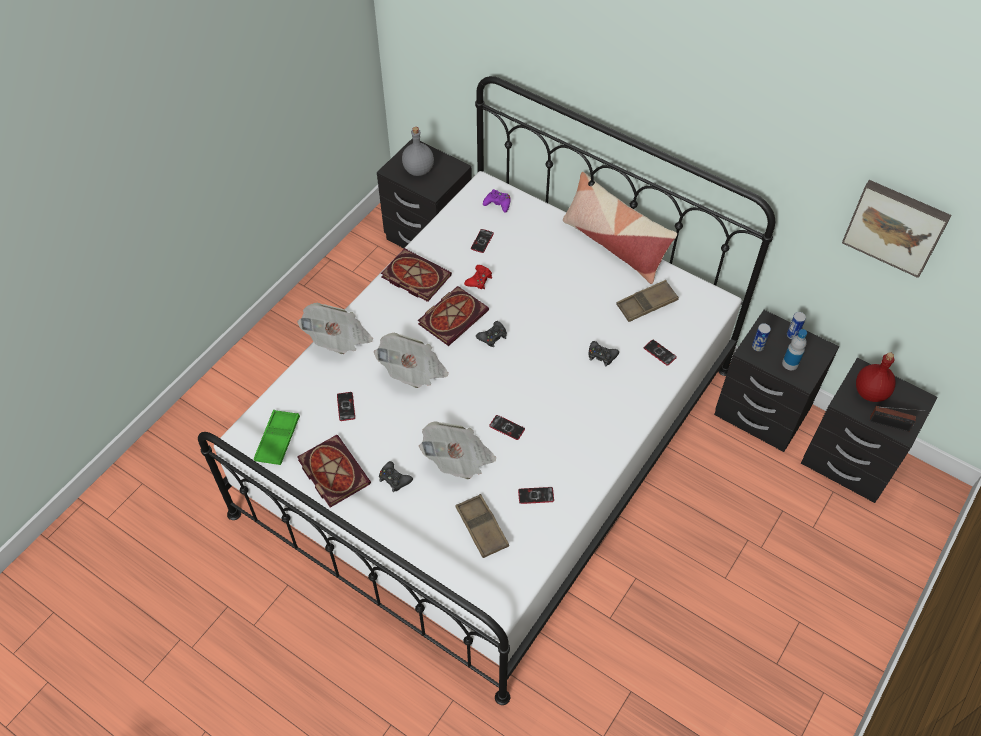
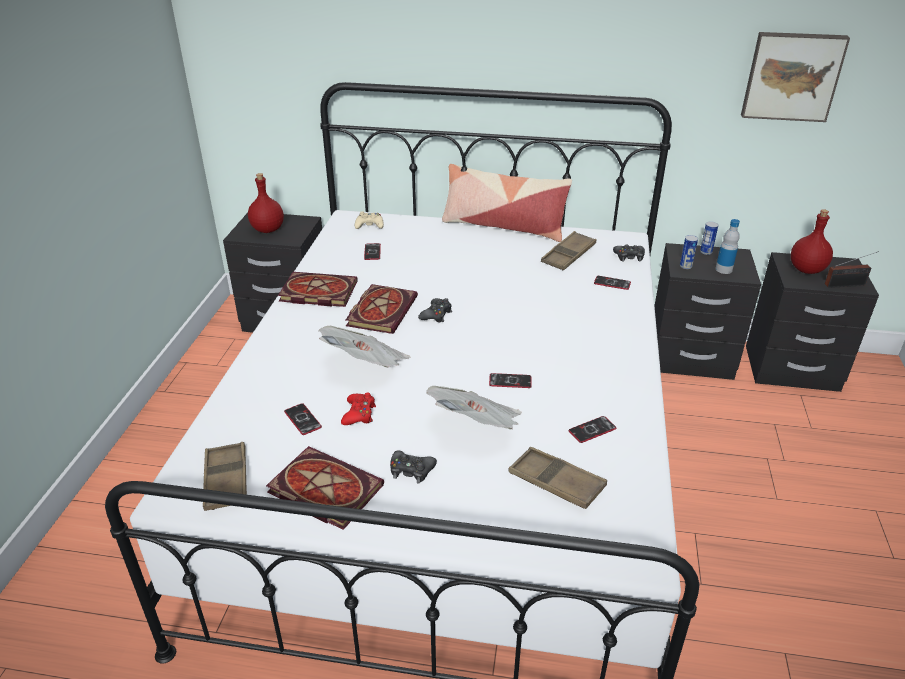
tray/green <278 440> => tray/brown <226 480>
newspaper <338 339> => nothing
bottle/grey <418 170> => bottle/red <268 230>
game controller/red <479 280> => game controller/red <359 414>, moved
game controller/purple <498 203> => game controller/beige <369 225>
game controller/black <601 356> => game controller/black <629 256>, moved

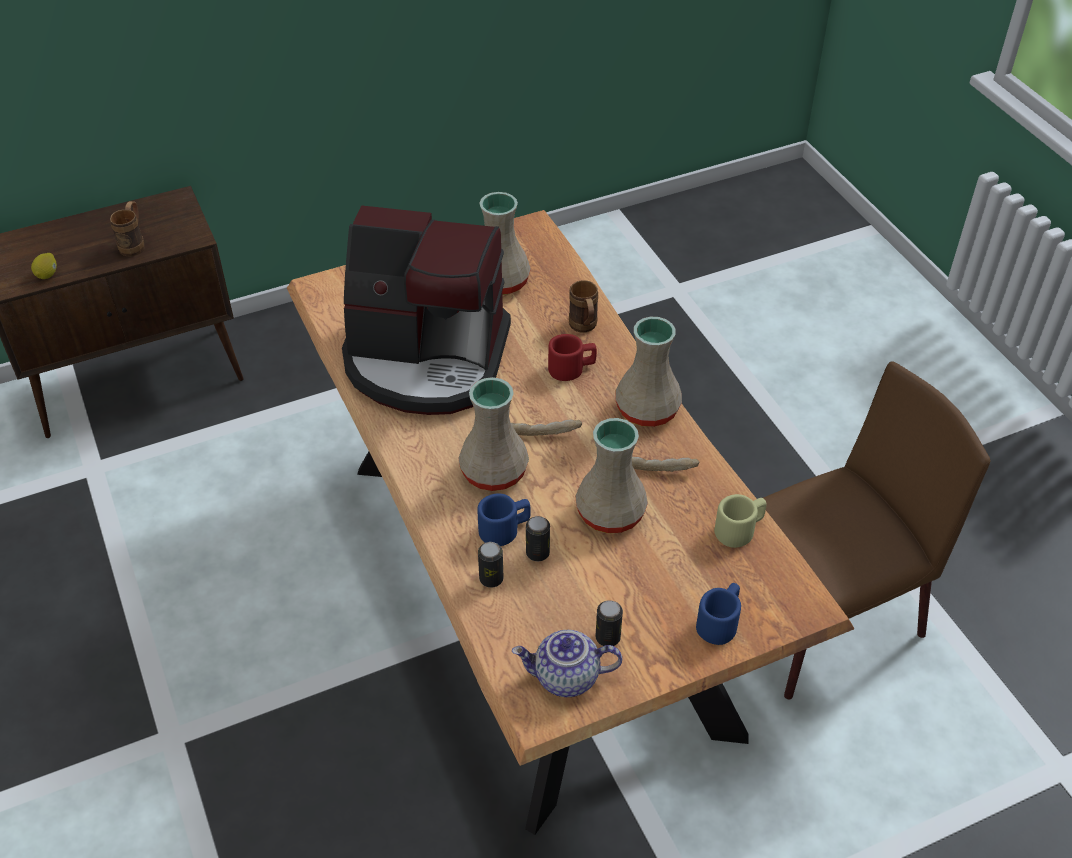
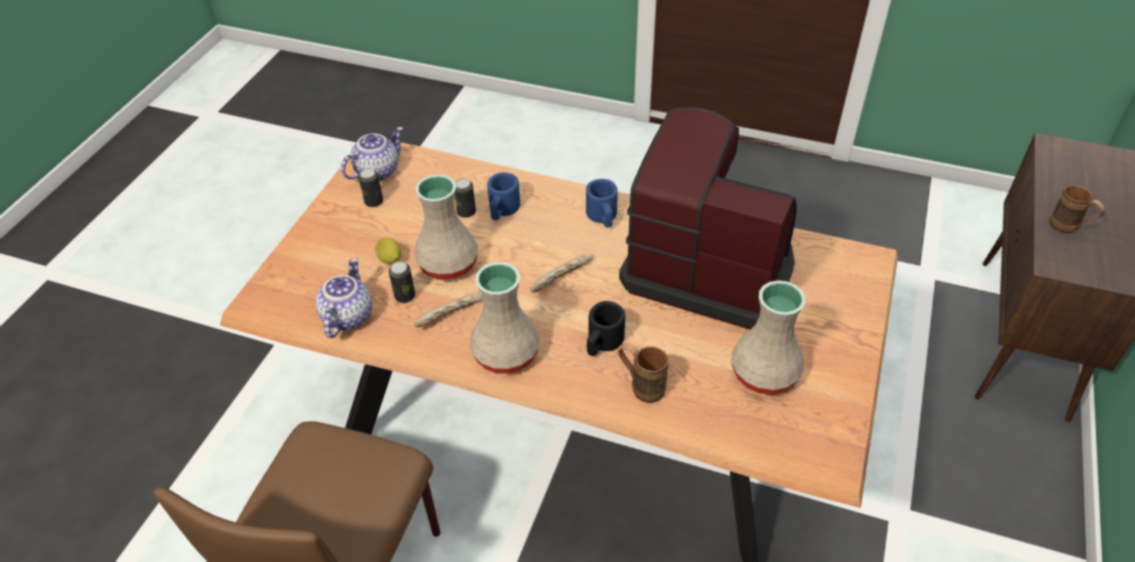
lemon <47 274> => lemon <390 260>, moved
coffee machine <426 360> => coffee machine <708 267>, 60 degrees clockwise
vase/beige <492 472> => nothing
can <491 579> => can <405 296>, moved
mug/red <572 368> => mug/black <602 342>
mug/blue <720 622> => mug/blue <603 217>, moved
mug/beige <740 529> => teapot <347 316>

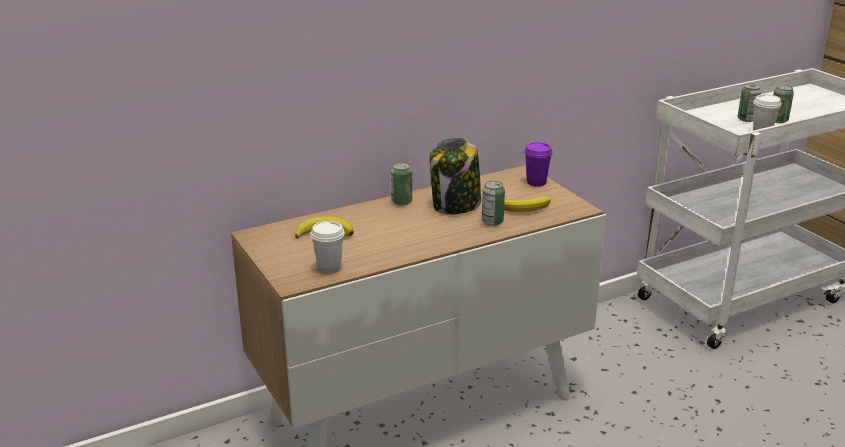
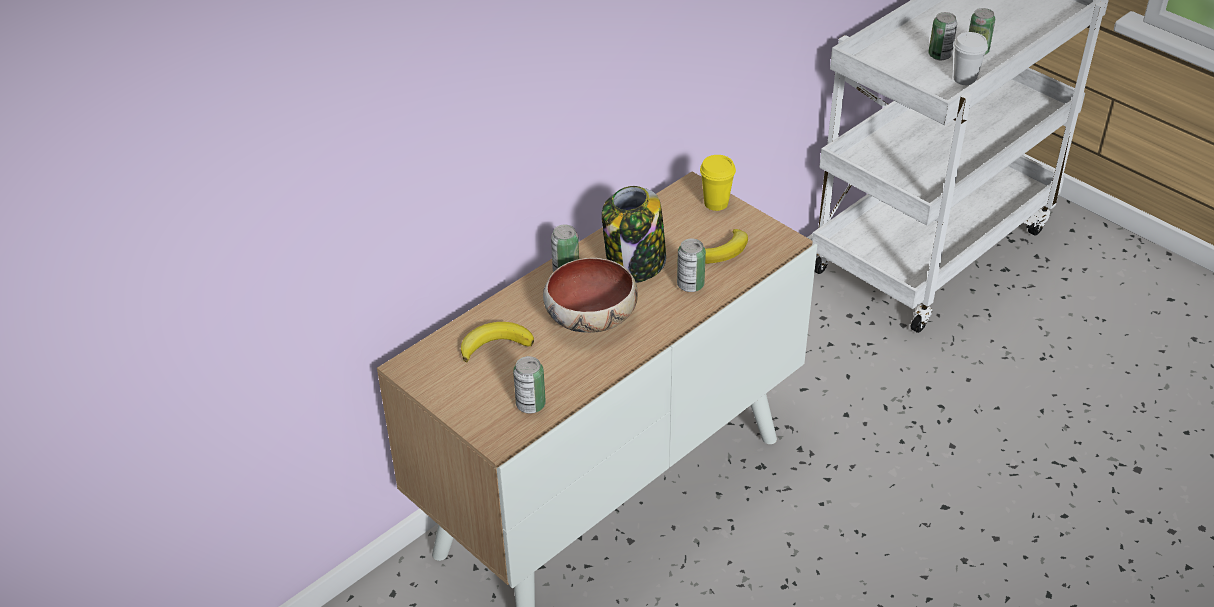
cup/white <329 268> => can <530 405>
cup/purple <536 182> => cup/yellow <716 203>
nothing => bowl <590 319>

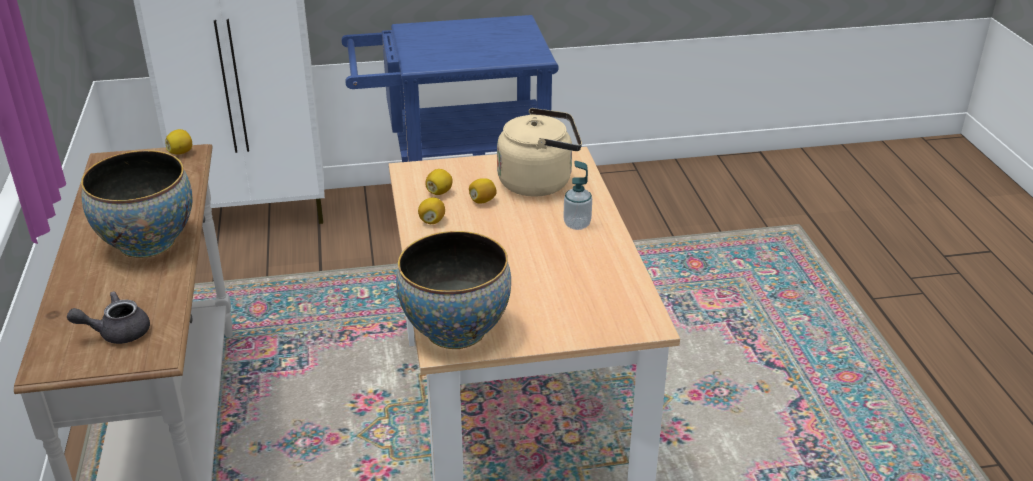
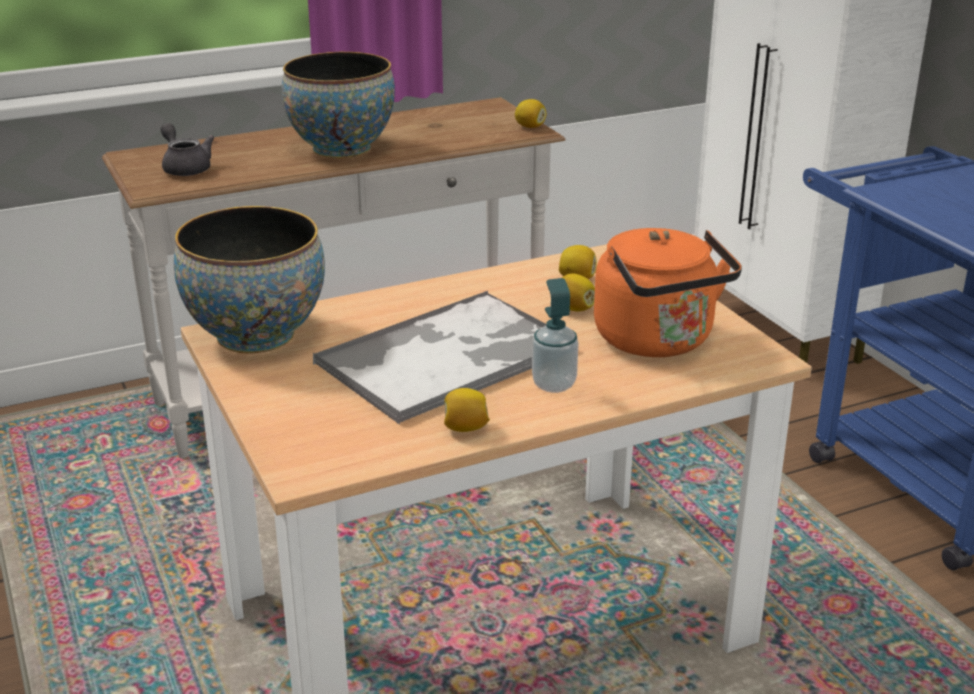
lemon <432 221> => lemon <465 428>, moved
kettle/beige <539 182> => kettle/orange <658 342>
nothing => tray <448 356>

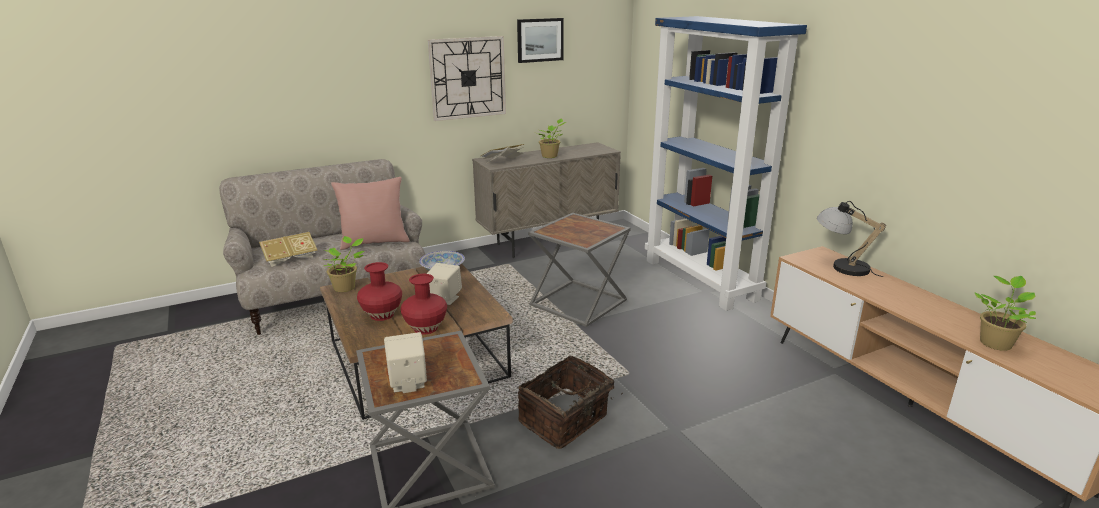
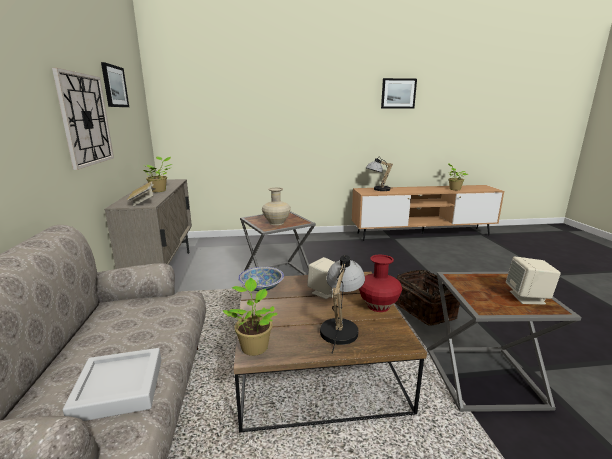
book <290 259> => tray/grey <119 389>
pillow/pink <374 242> => nothing
vase/red <381 315> => table lamp <341 326>
bookcase/blue <701 280> => nothing
nothing => vase/beige <276 223>
nothing => picture <398 93>

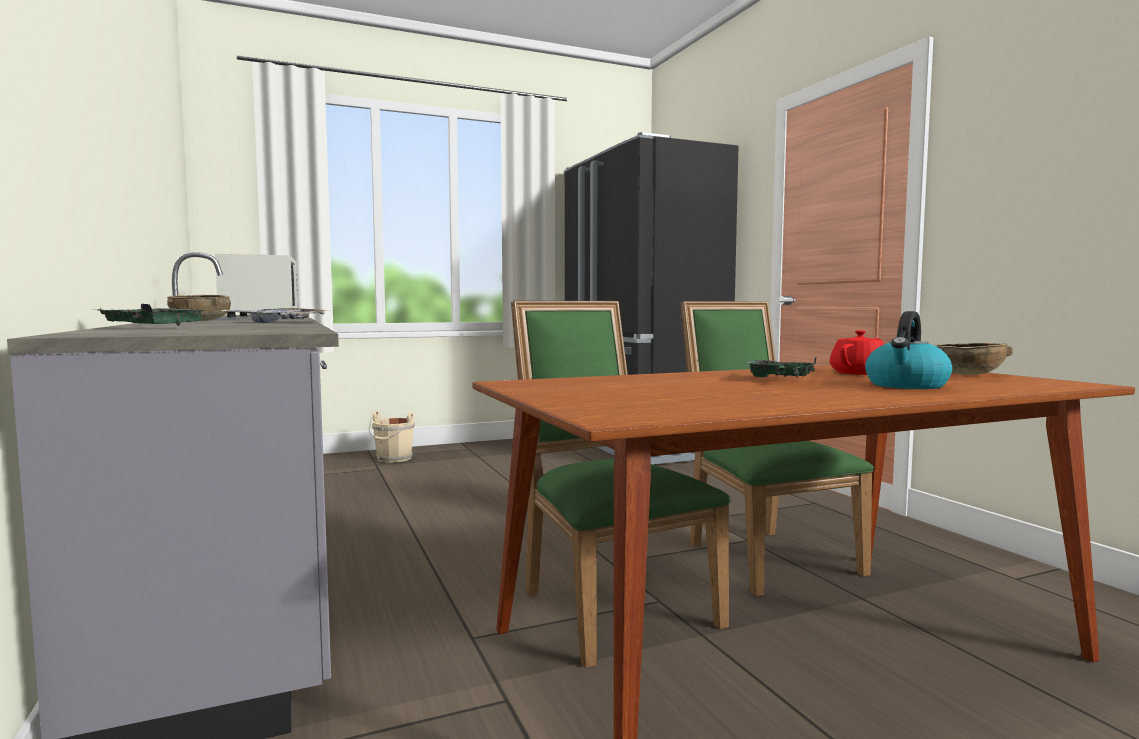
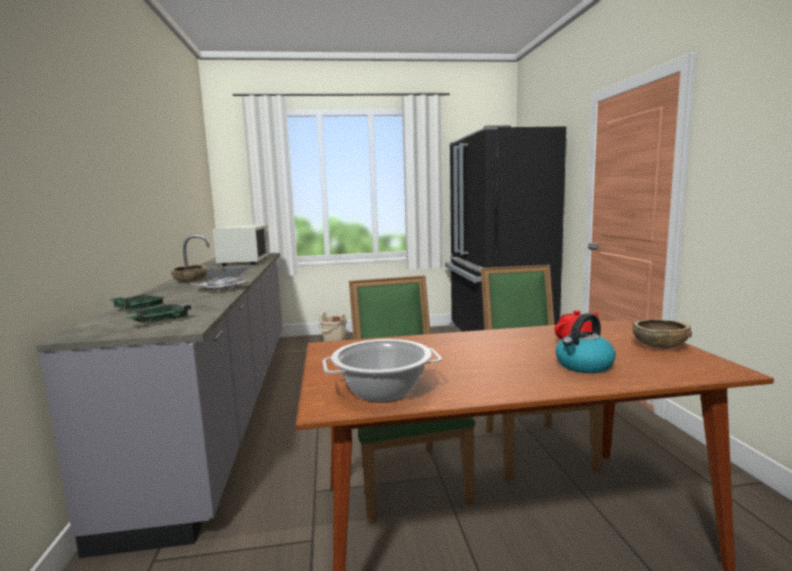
tray/green <780 379> => tray/green <159 321>, moved
nothing => cooking pot <383 391>

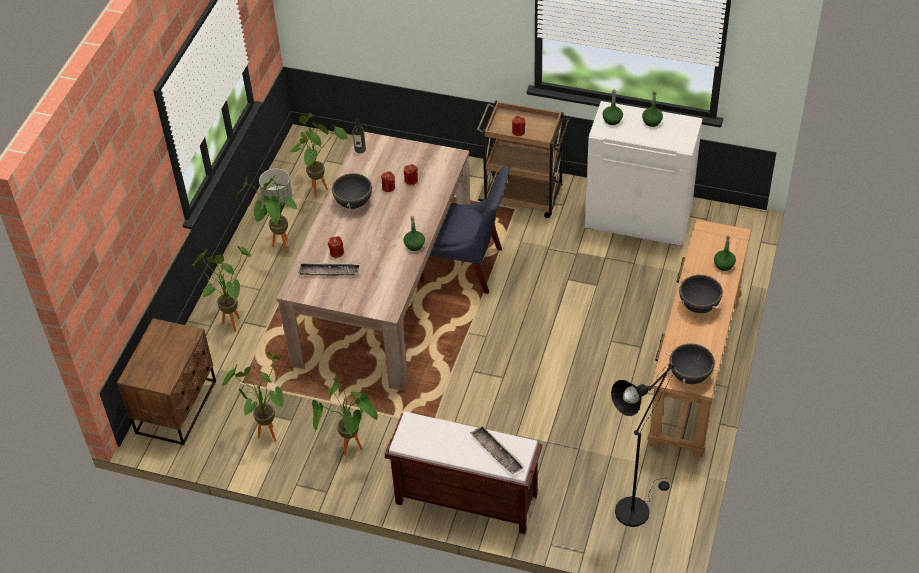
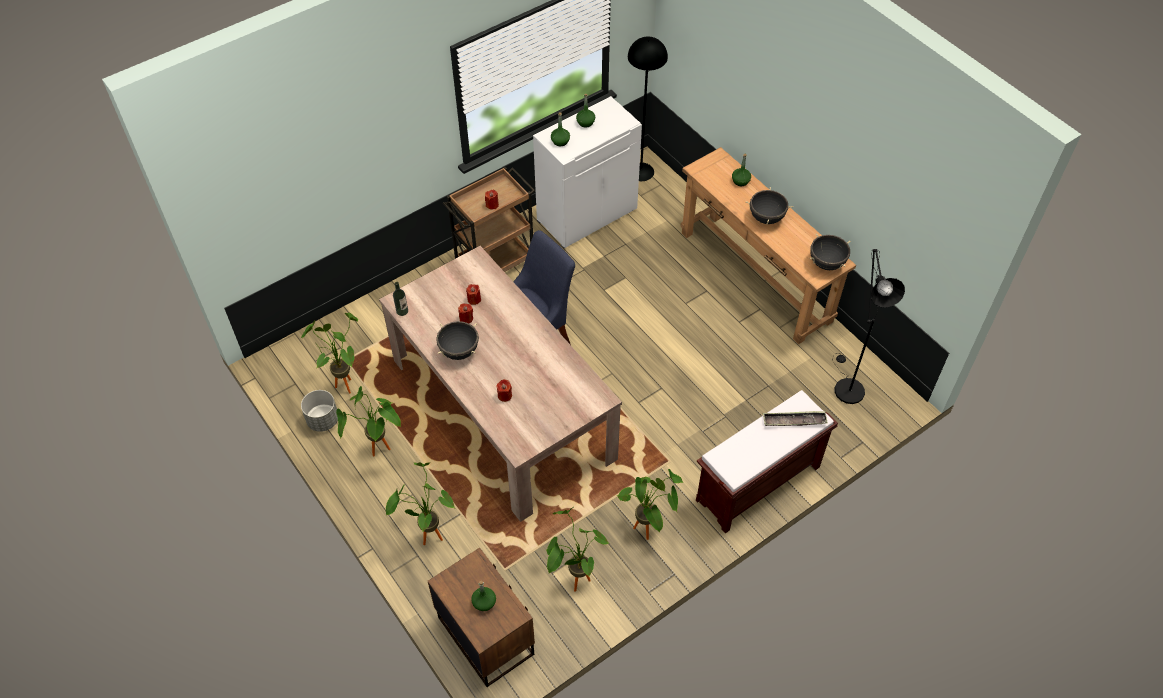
tray <329 271> => nothing
bottle/green <414 245> => bottle/green <484 602>, moved
nothing => floor lamp/black <641 171>

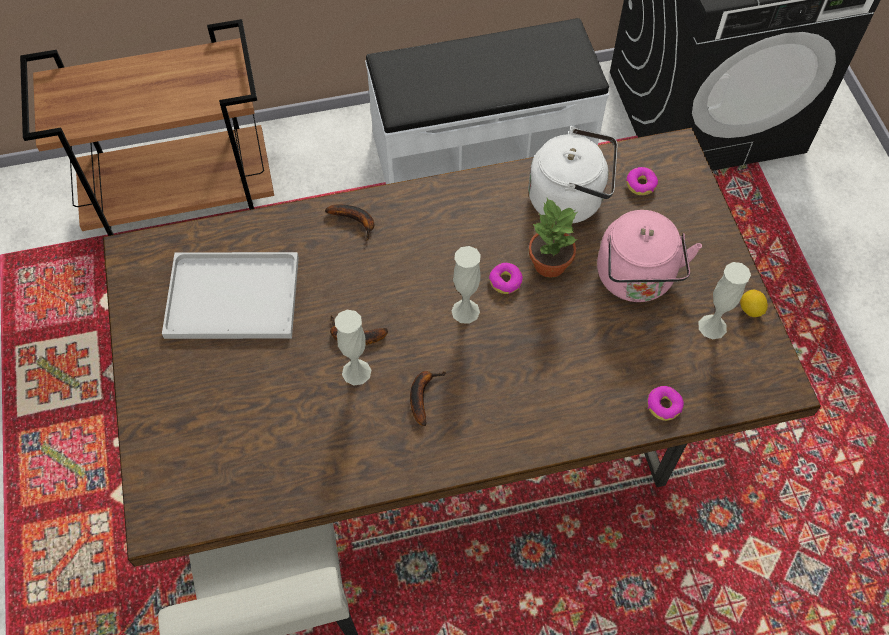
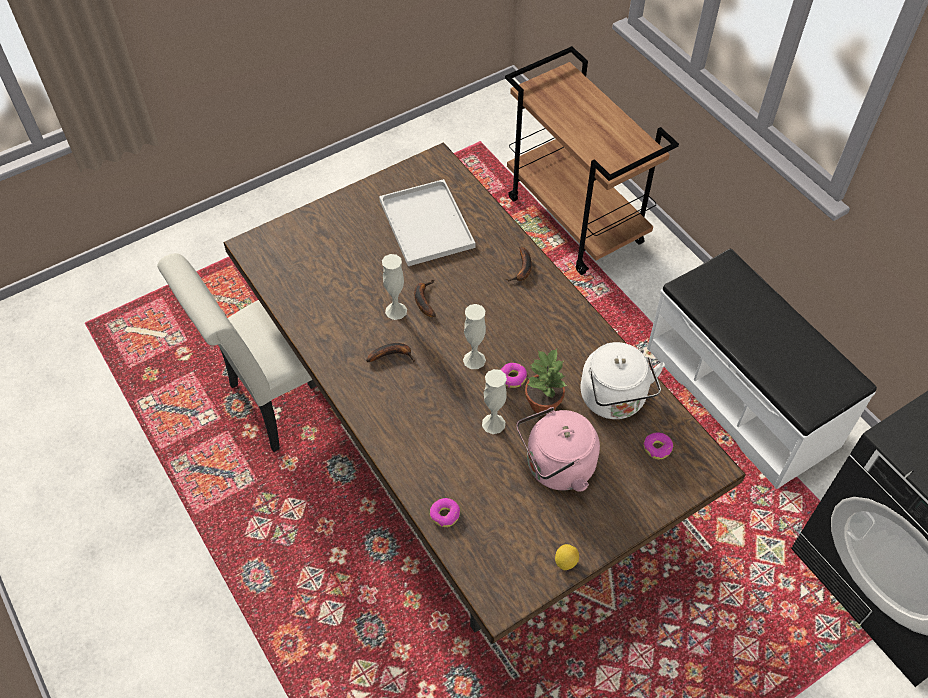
vase/white <712 326> => vase/white <493 423>, moved

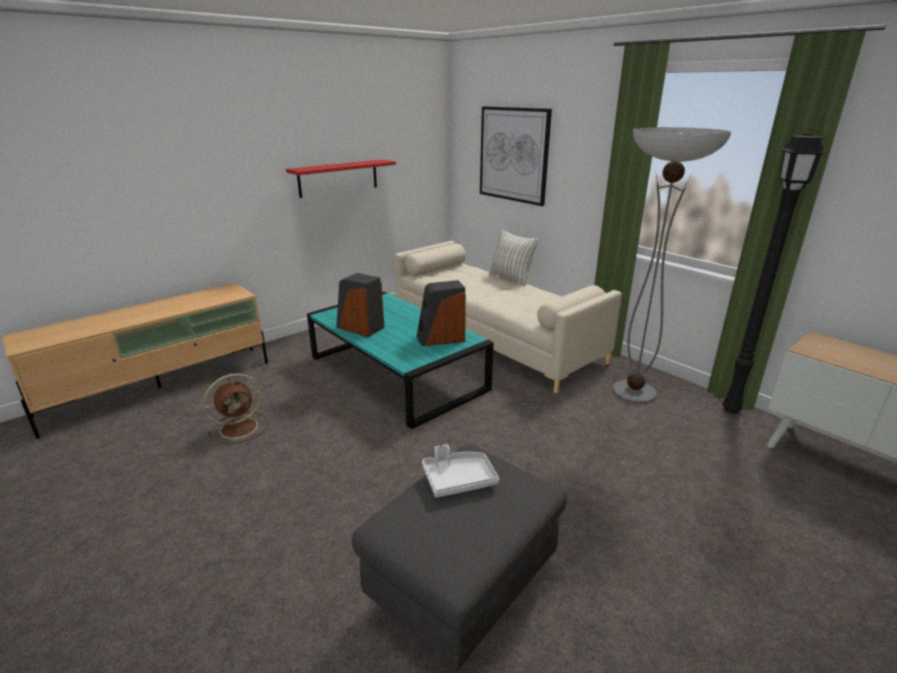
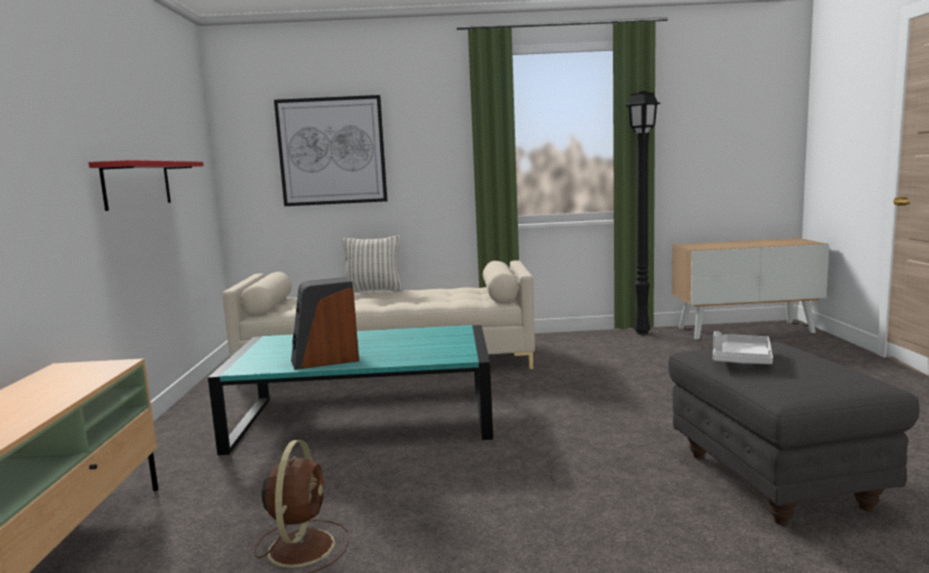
speaker <441 338> => nothing
floor lamp <634 392> => nothing

